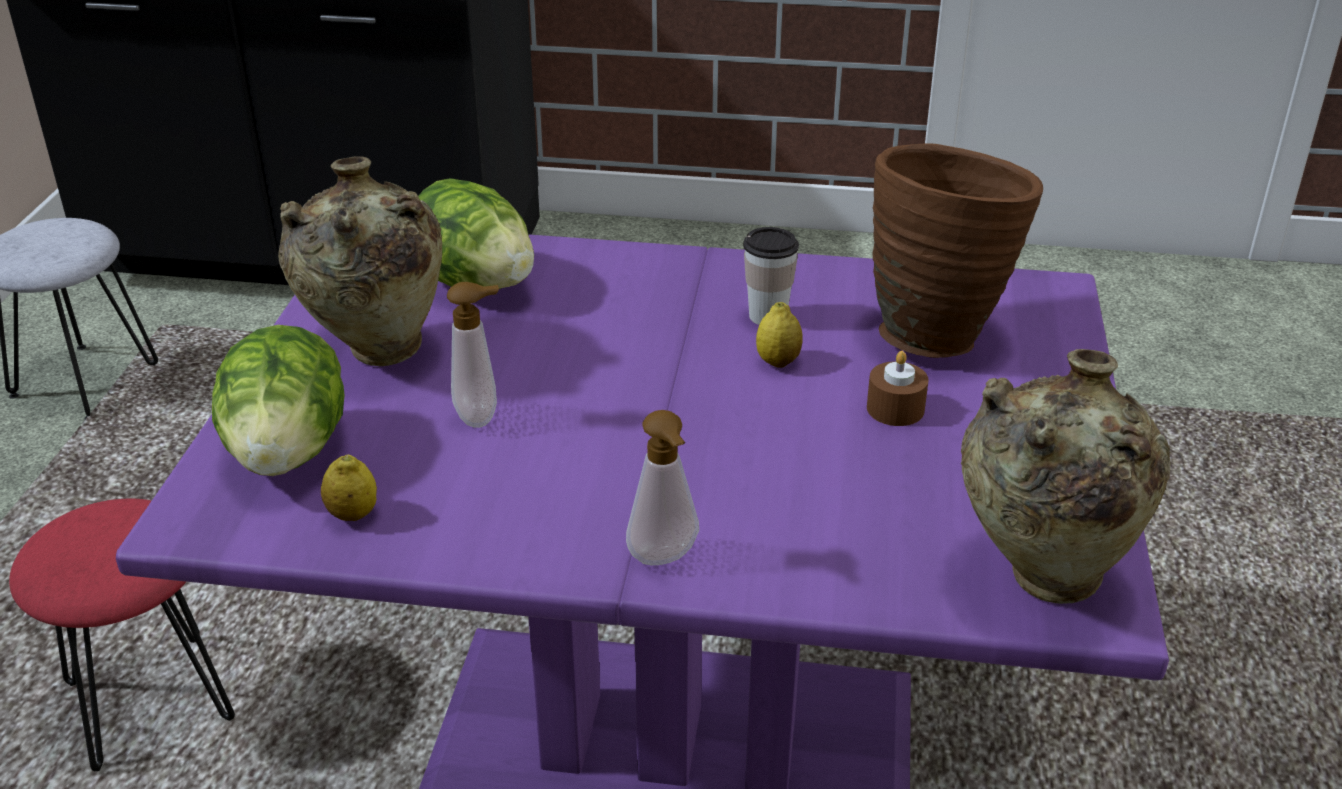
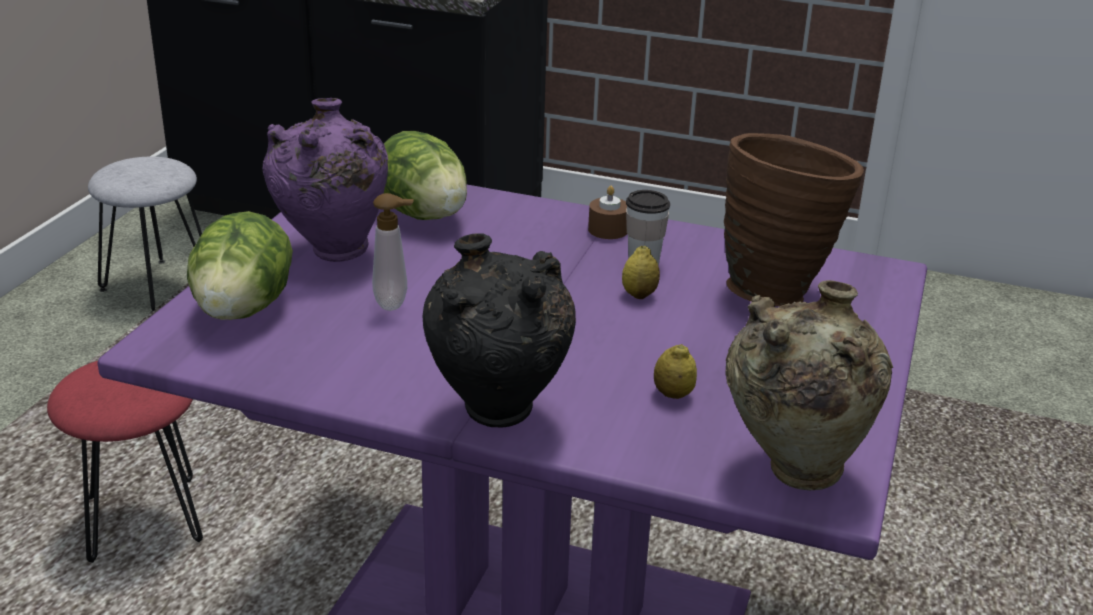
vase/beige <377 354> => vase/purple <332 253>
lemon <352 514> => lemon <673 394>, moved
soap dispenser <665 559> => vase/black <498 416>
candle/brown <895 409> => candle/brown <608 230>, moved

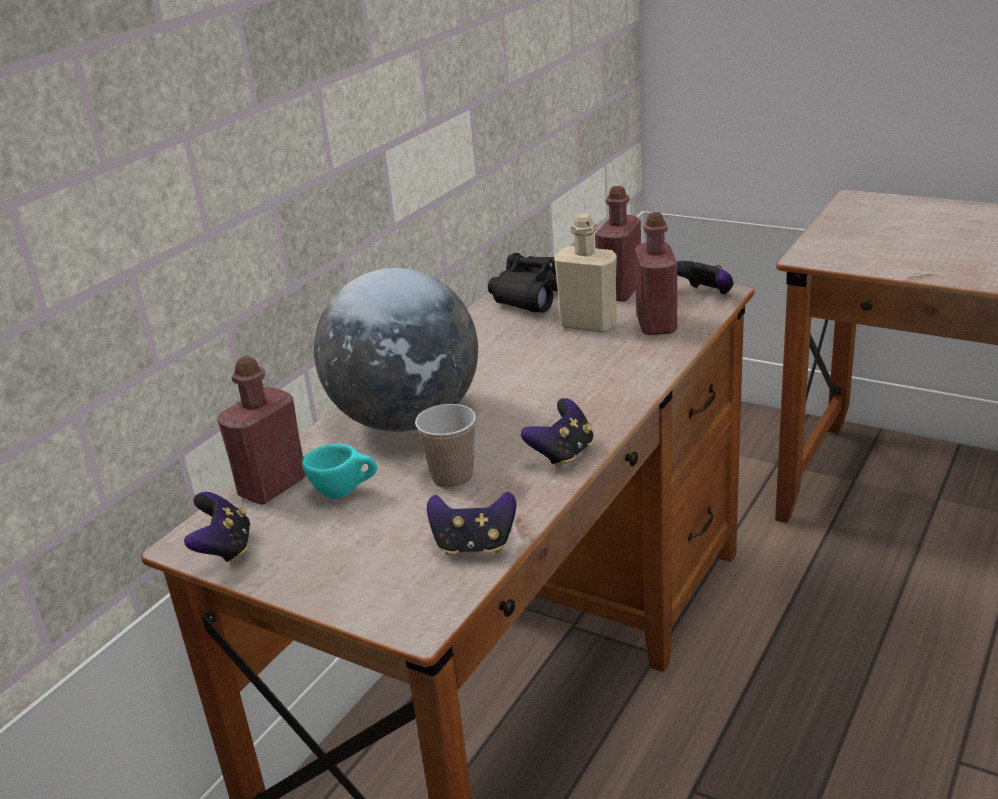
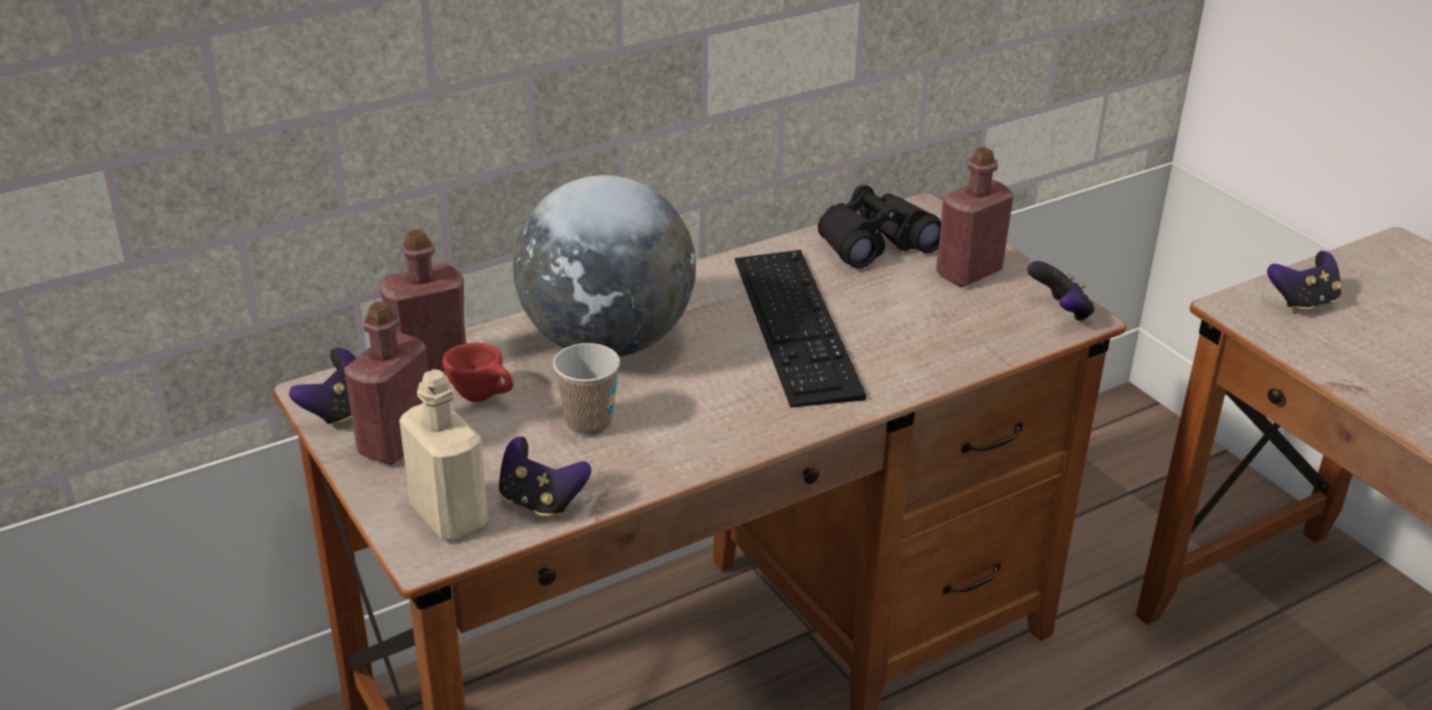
cup/turquoise <345 492> => cup/red <484 397>
game controller <562 454> => game controller <1302 302>, moved
bottle/beige <588 324> => bottle/beige <449 516>, moved
bottle/red <656 324> => bottle/red <396 443>, moved
nothing => keyboard <795 325>

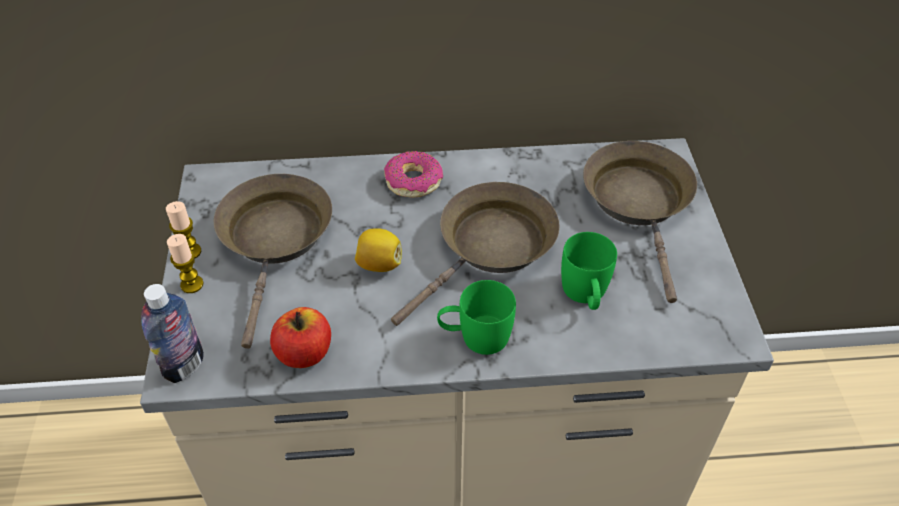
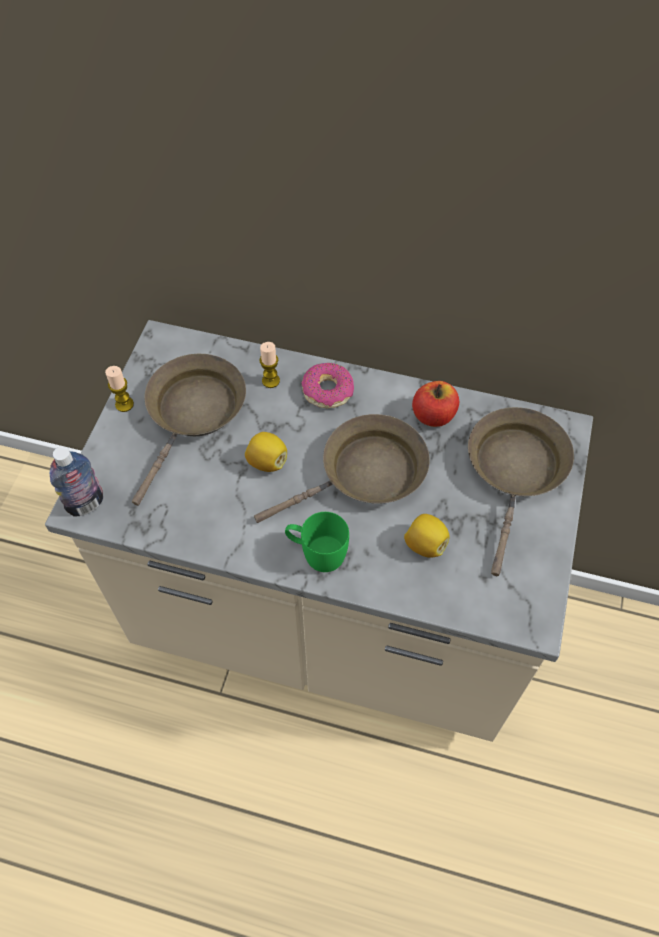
candle <192 284> => candle <270 381>, moved
apple <304 353> => apple <433 415>, moved
mug/green <585 295> => lemon <425 544>

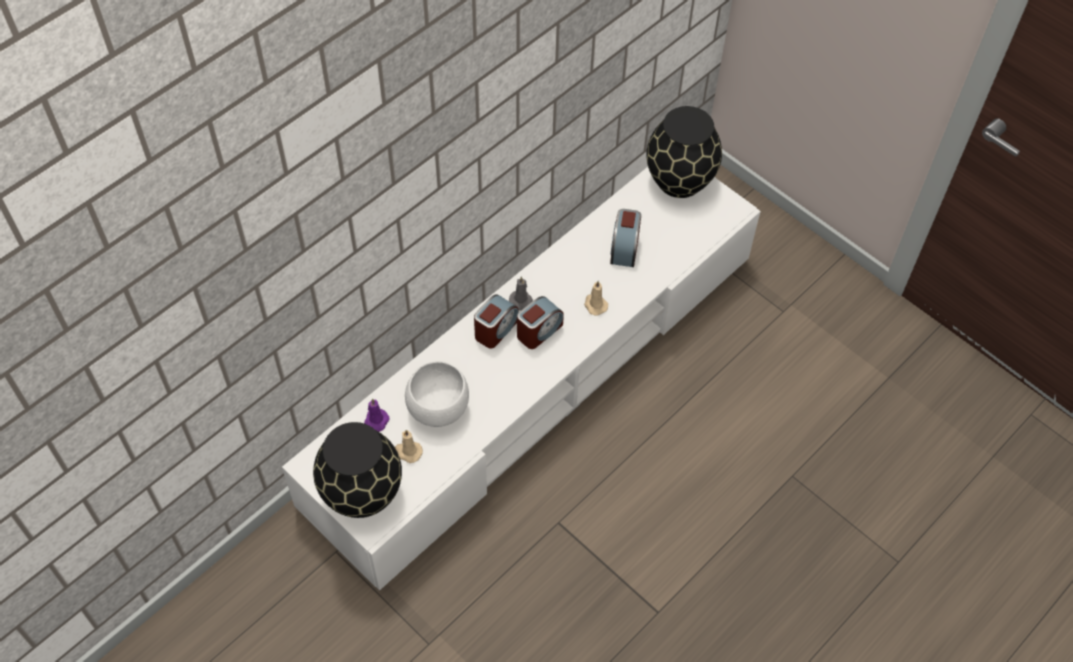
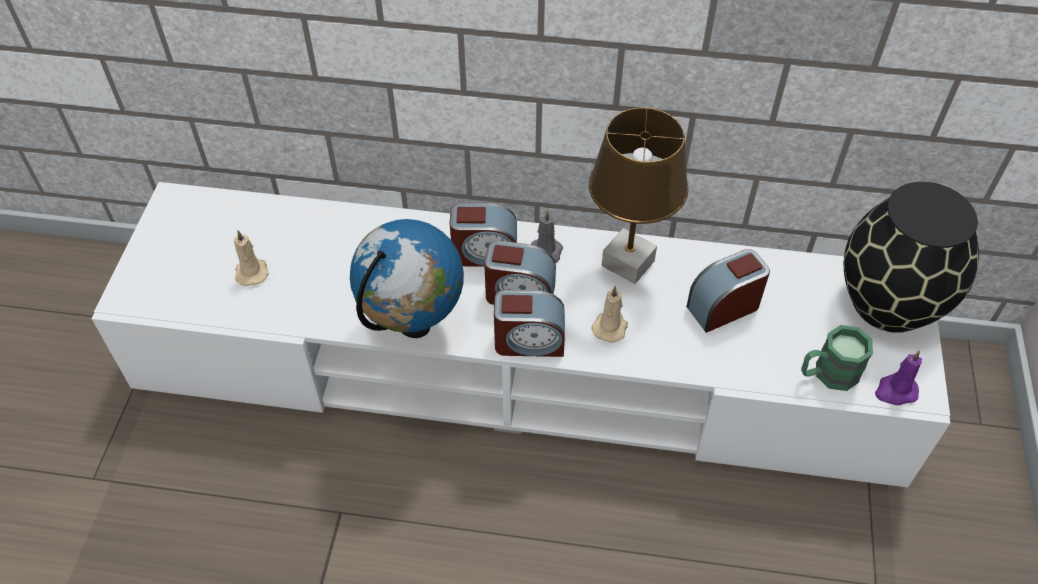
vase/black <361 493> => nothing
candle/purple <376 422> => candle/purple <895 391>, moved
bowl/white <436 409> => nothing
nothing => globe <414 325>
nothing => alarm clock <529 341>
nothing => table lamp/brown <629 263>
nothing => mug/green <827 374>

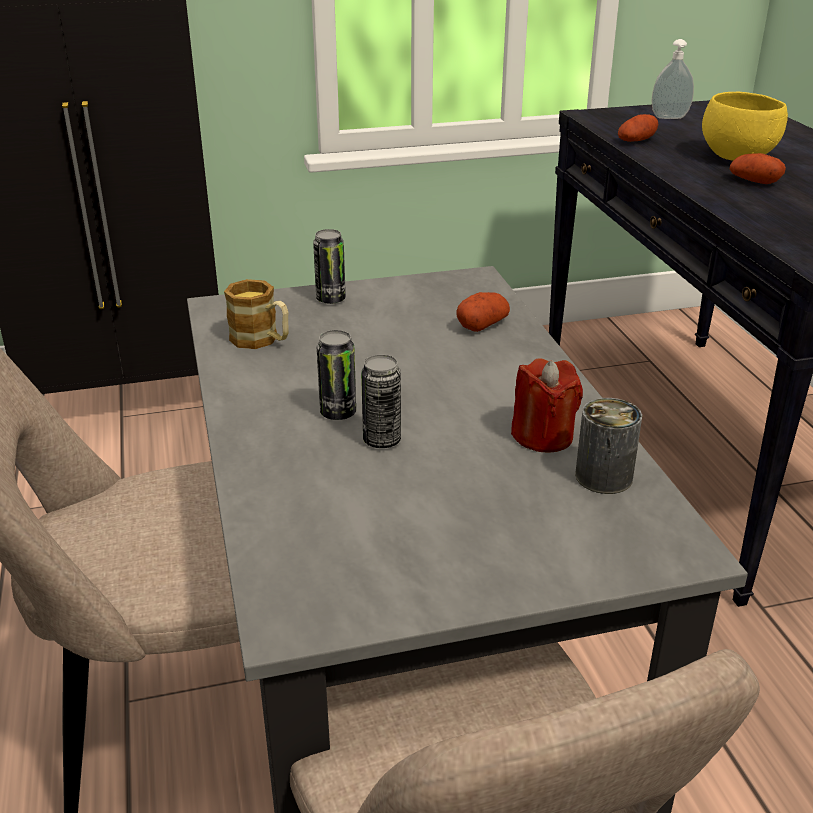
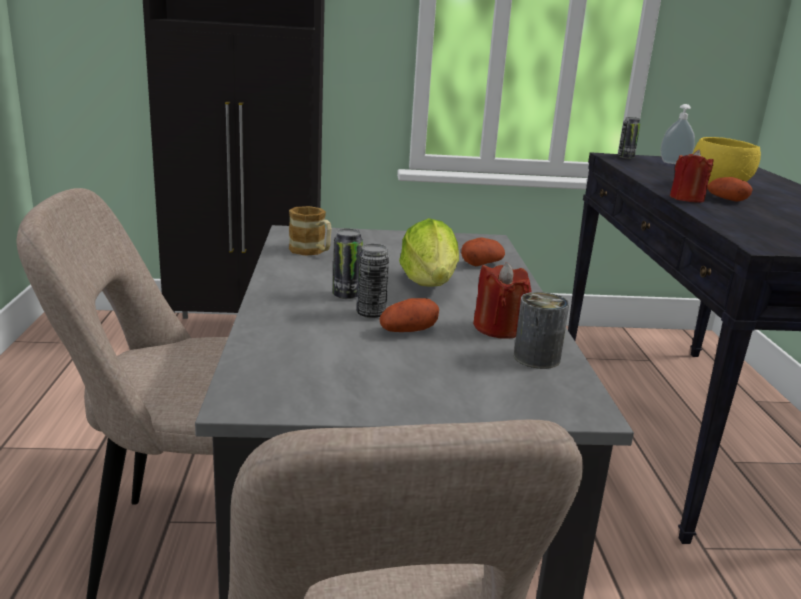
can <331 299> => can <625 157>, moved
potato <636 141> => potato <408 331>, moved
nothing => lettuce <430 284>
nothing => candle/red <687 198>

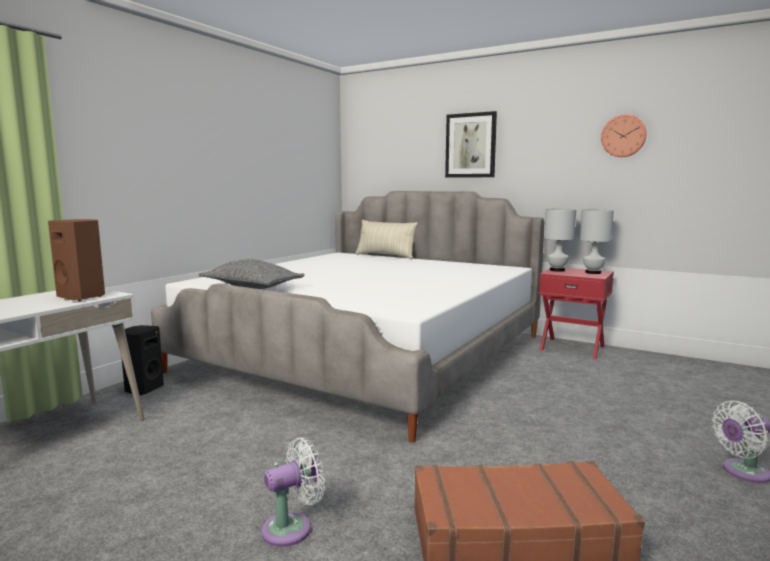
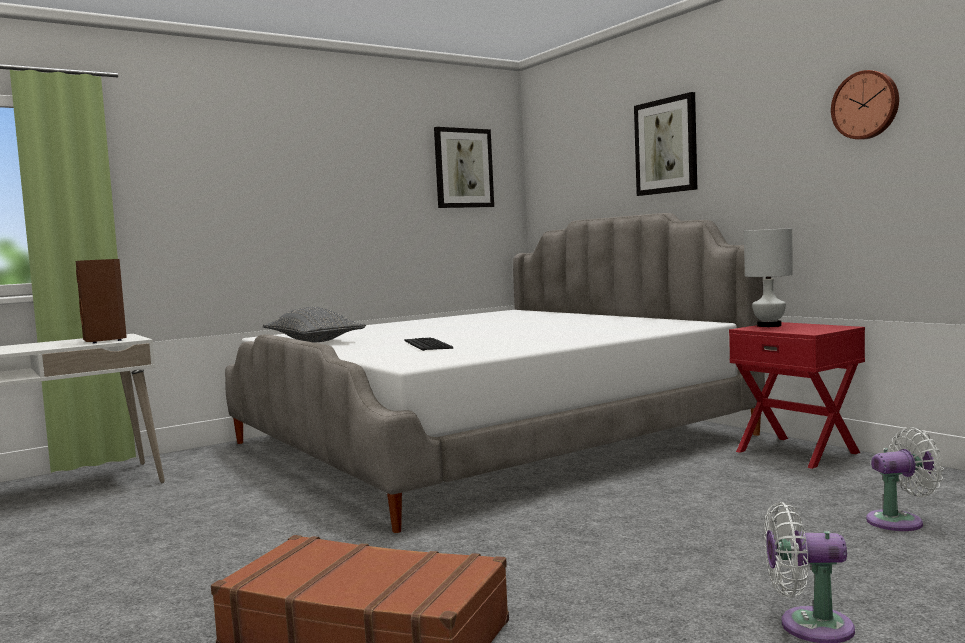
speaker/black <143 389> => nothing
fan/white <292 528> => fan/white <900 521>, moved
pillow/beige <385 256> => nothing
table lamp/white <593 272> => nothing
nothing => keyboard <428 345>
nothing => picture <463 168>

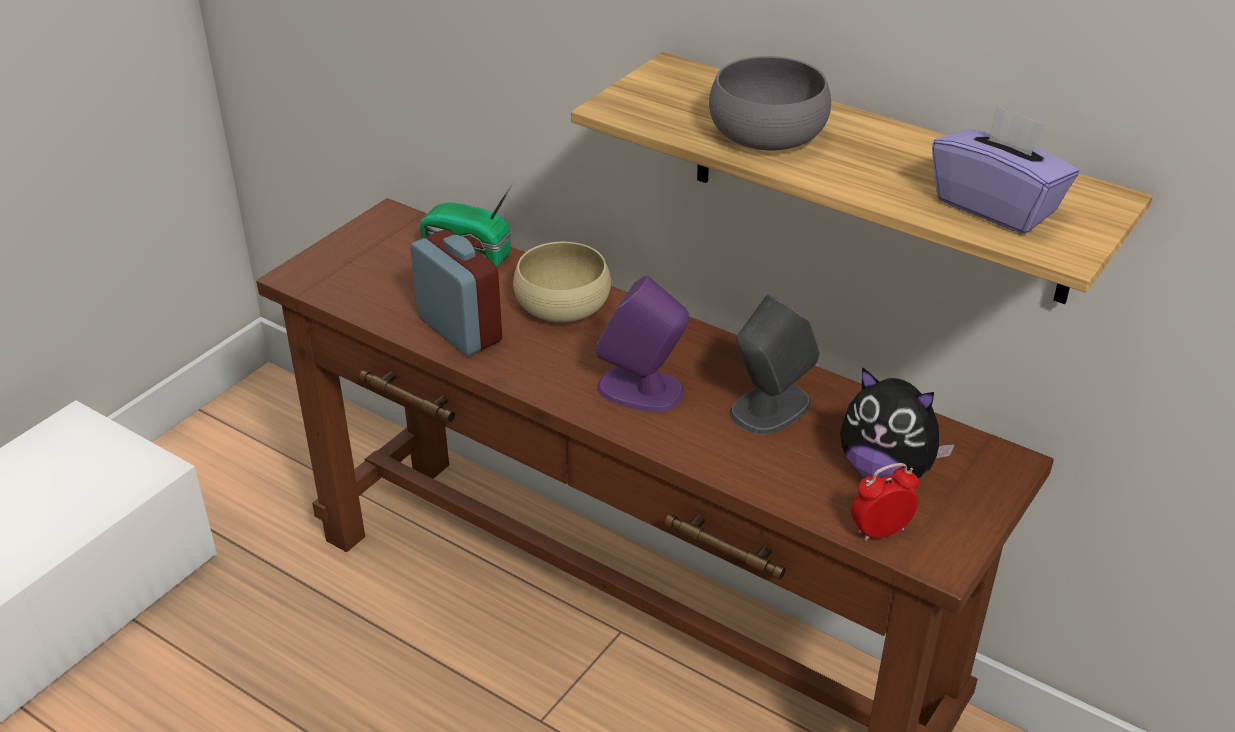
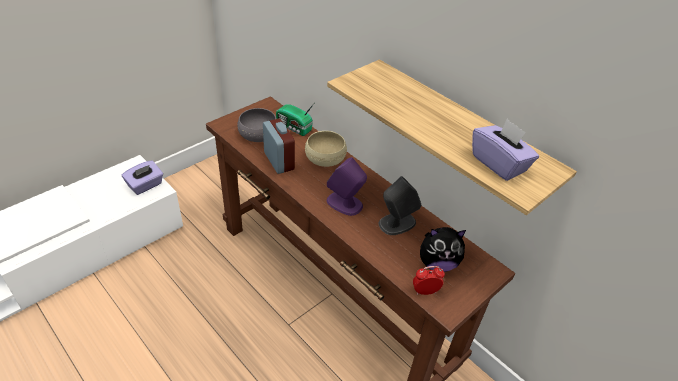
bowl/grey <766 134> => bowl/grey <258 134>, moved
plush toy <886 471> => plush toy <437 263>, 45 degrees counterclockwise
nothing => tissue box/purple <145 185>

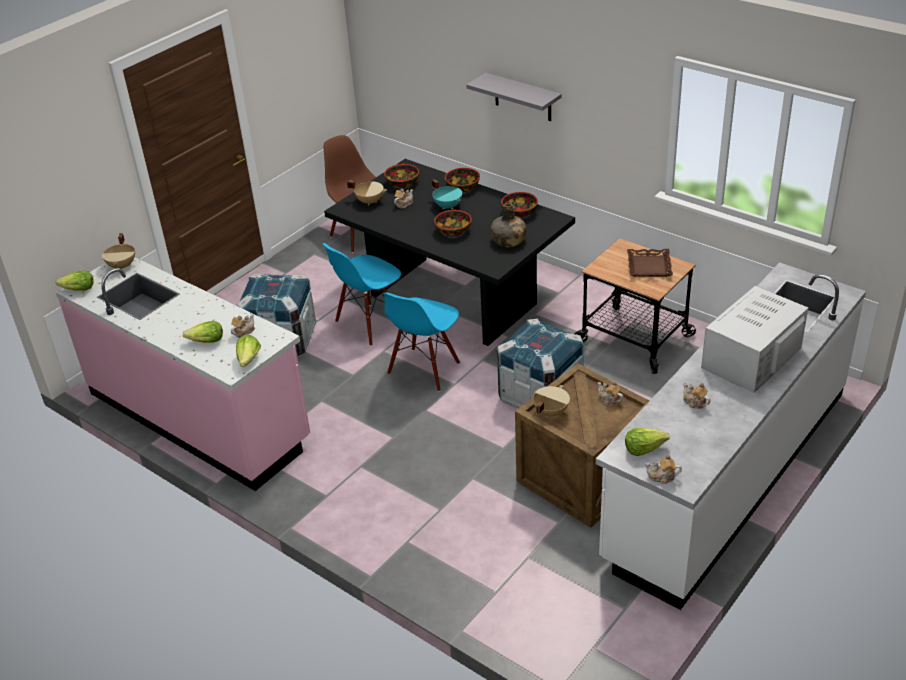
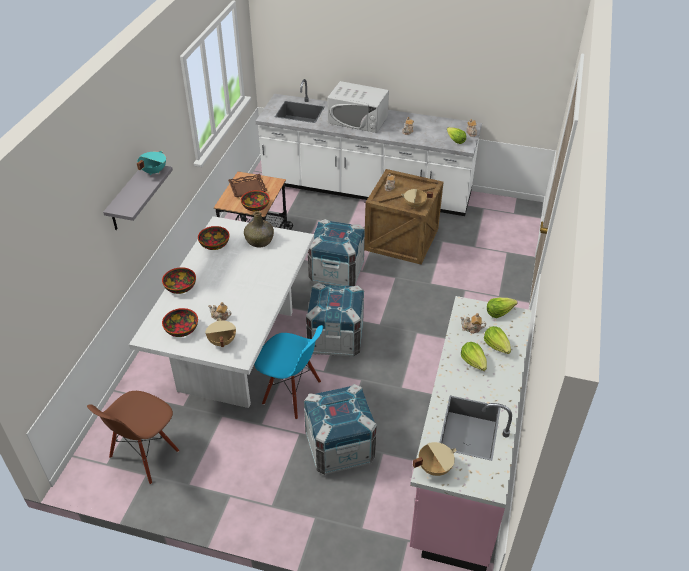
lettuce <78 289> => lettuce <473 362>, moved
dining table/black <452 299> => dining table/white <238 350>
chair/blue <424 369> => crate <335 339>
cooking pot/turquoise <448 206> => cooking pot/turquoise <153 171>, moved
bowl <453 231> => bowl <256 207>, moved

